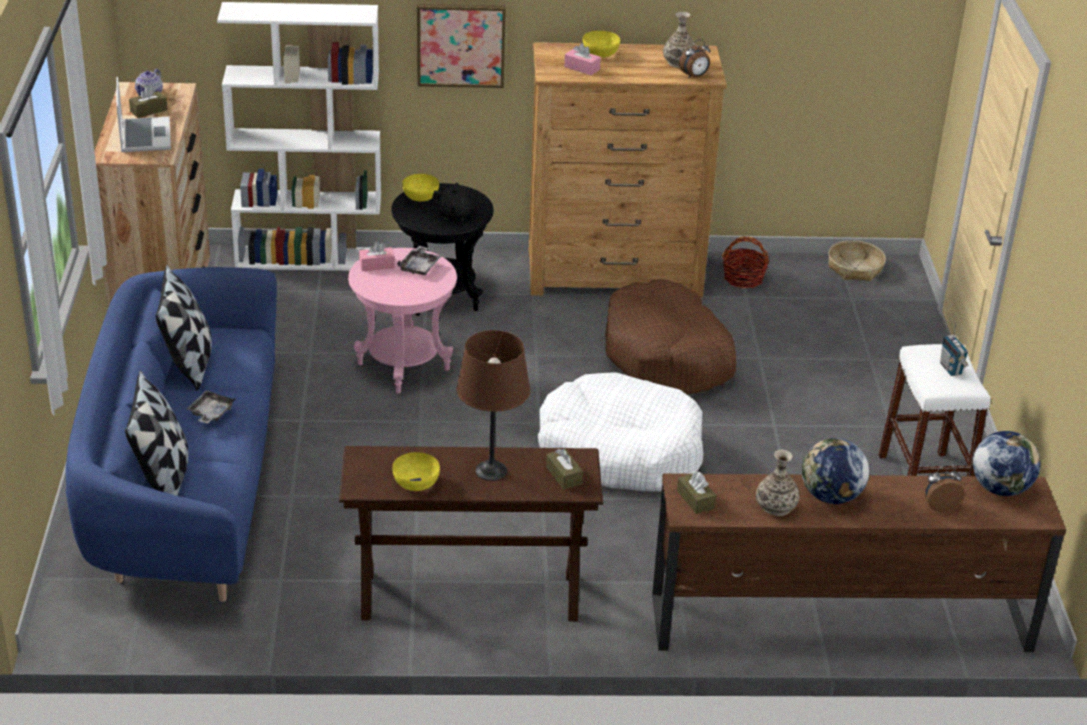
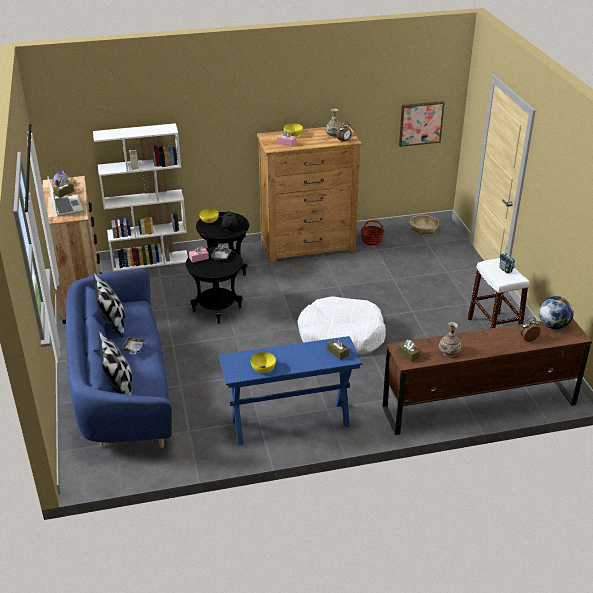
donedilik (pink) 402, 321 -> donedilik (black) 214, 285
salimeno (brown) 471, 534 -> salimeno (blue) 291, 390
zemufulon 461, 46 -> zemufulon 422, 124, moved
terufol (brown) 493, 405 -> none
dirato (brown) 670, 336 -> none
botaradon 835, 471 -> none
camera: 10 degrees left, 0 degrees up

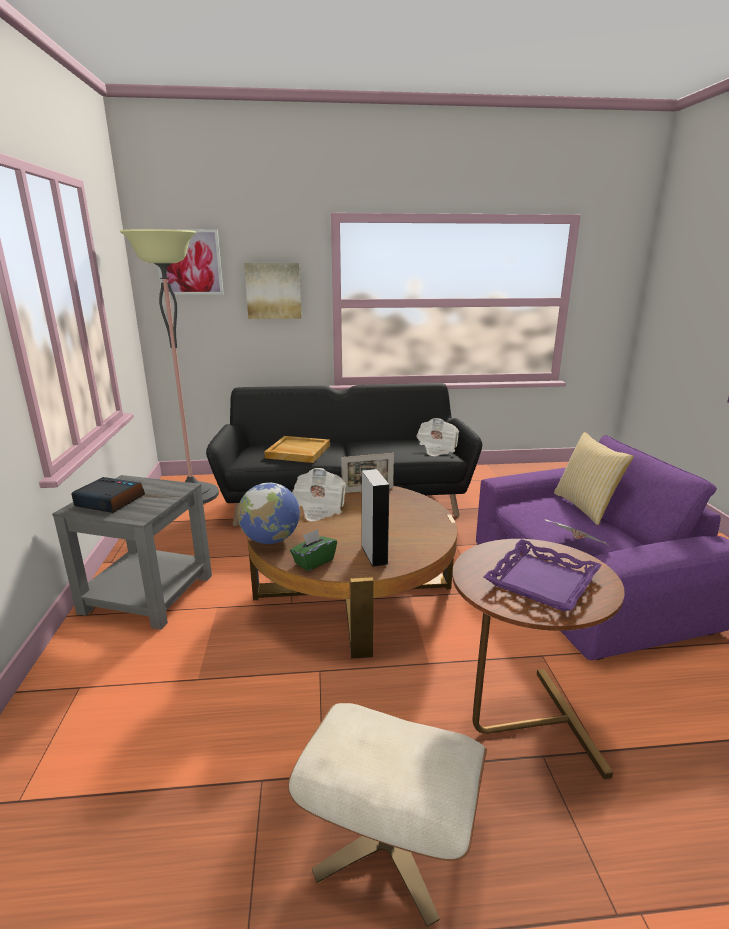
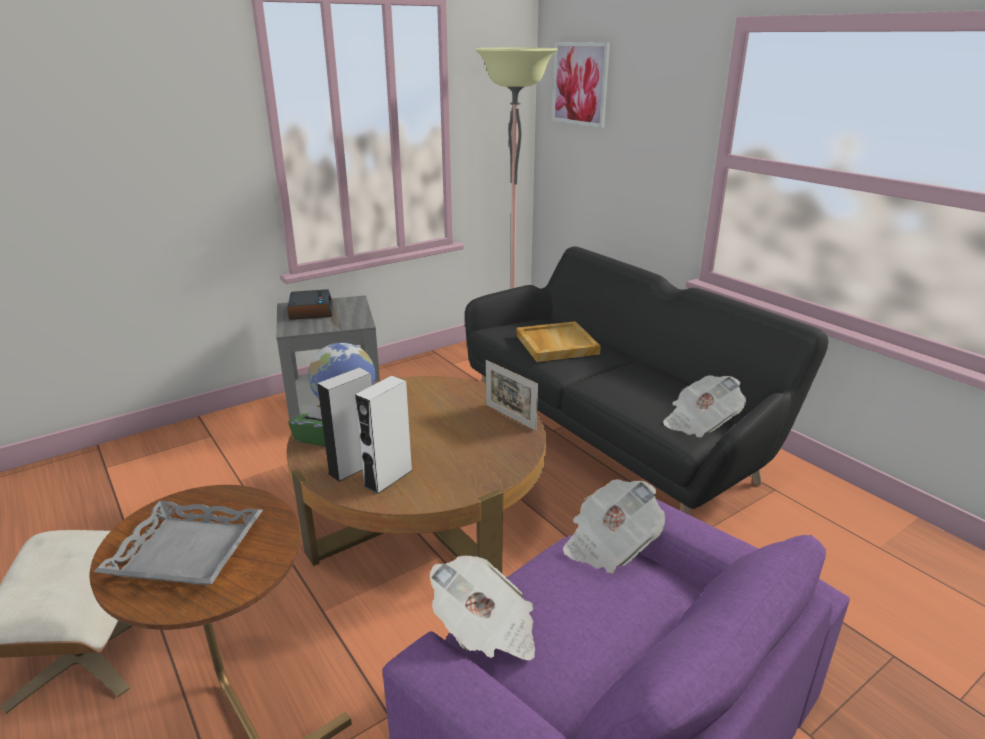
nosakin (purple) 542, 575 -> nosakin (grey) 178, 543
none -> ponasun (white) 384, 434
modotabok 319, 495 -> modotabok 614, 526, moved
zemufulon 272, 291 -> none
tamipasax 594, 478 -> none
camera: 60 degrees right, 5 degrees up

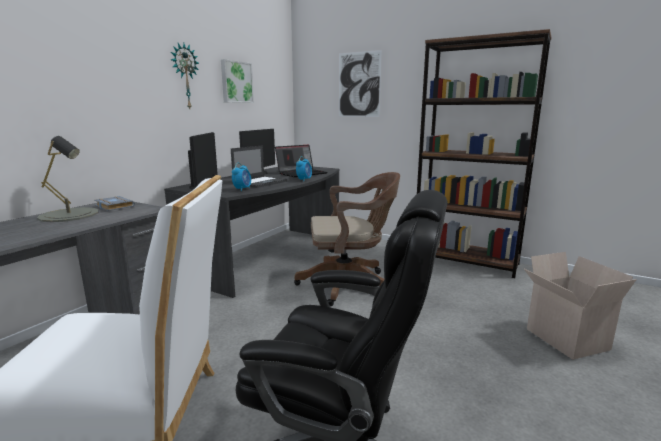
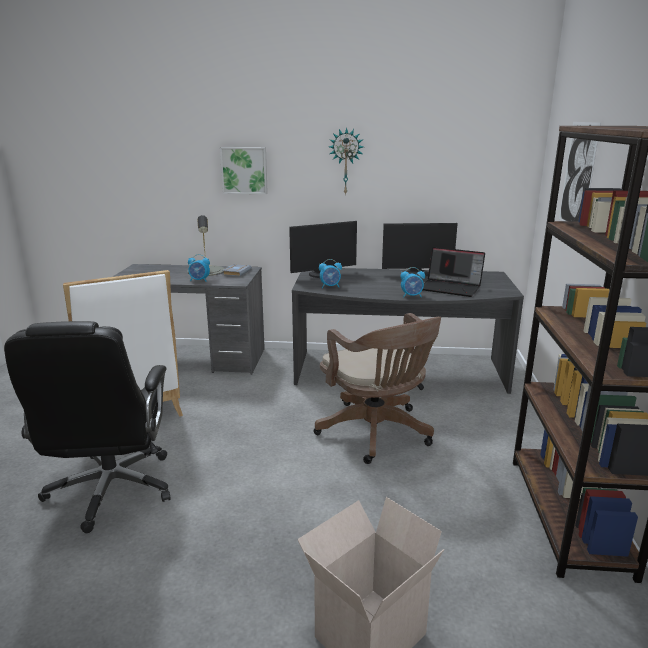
none -> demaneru 199, 268
zemufulon 237, 81 -> zemufulon 244, 170, moved
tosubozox 259, 166 -> none
camera: 65 degrees right, 5 degrees up

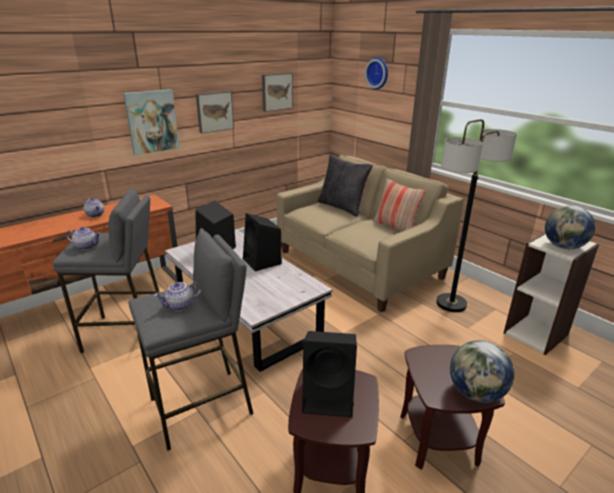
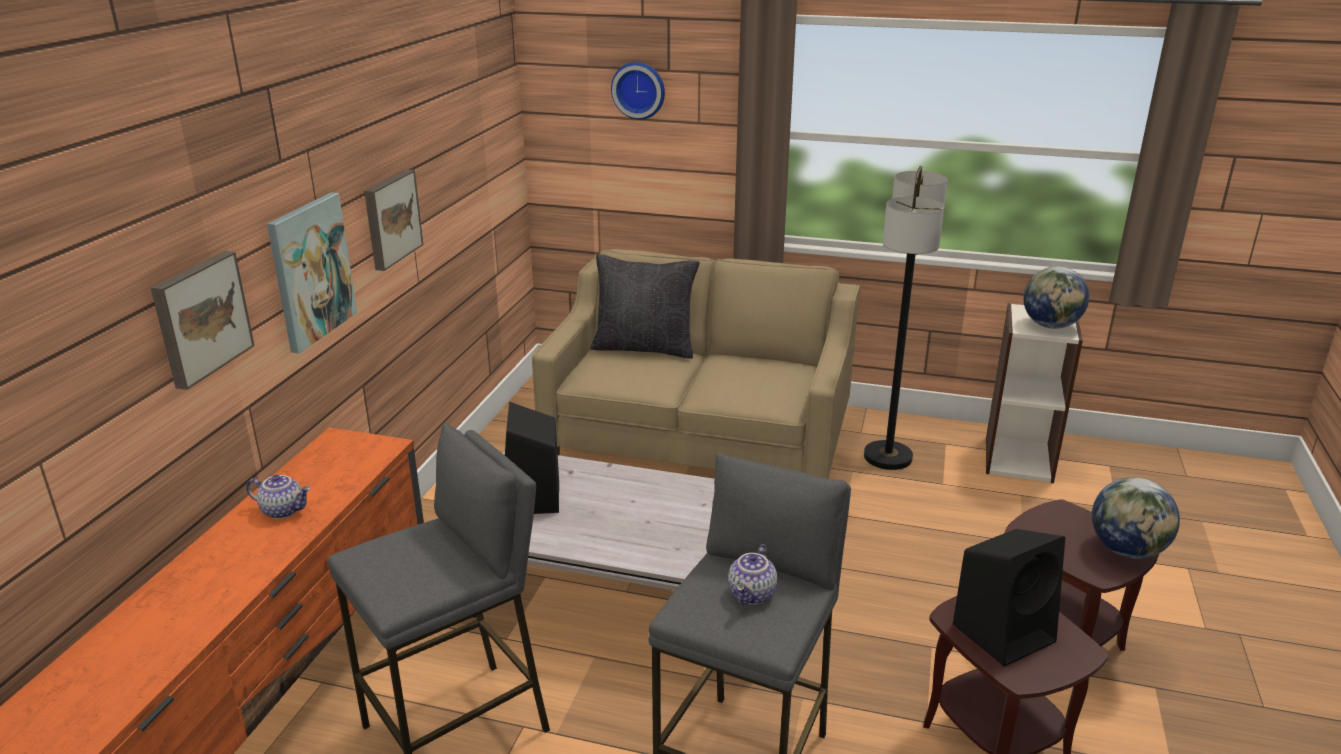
zemufulon 277, 92 -> zemufulon 203, 320, moved
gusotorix 83, 238 -> none
ponasun (black) 262, 242 -> none
tamipasax 399, 205 -> none
camera: 35 degrees left, 0 degrees up

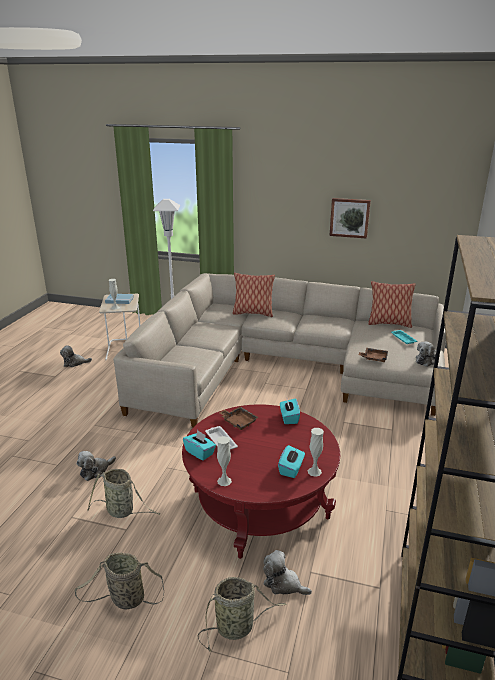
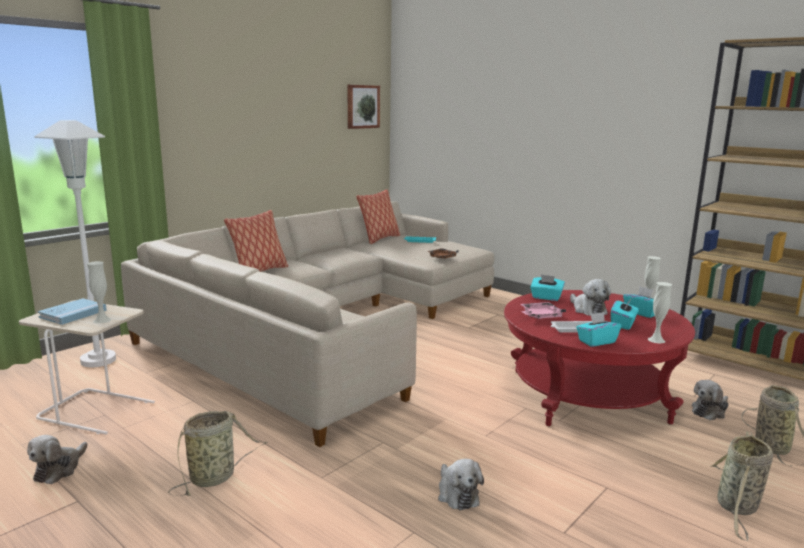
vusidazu 123, 493 -> vusidazu 218, 453, moved
zemufulon 350, 218 -> zemufulon 364, 107, moved
nosakin (brown) 239, 418 -> nosakin (pink) 543, 310
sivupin 426, 354 -> sivupin 590, 297, moved
none -> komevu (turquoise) 625, 314
camera: 65 degrees left, 10 degrees down

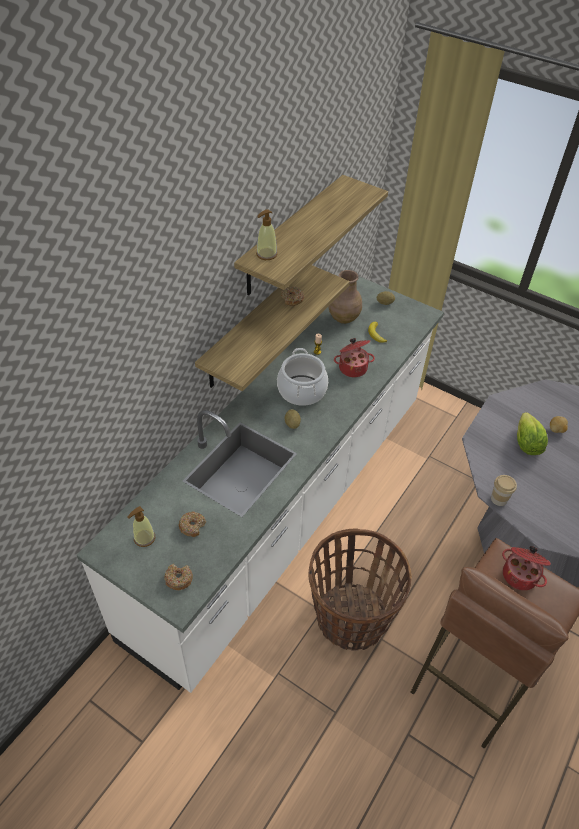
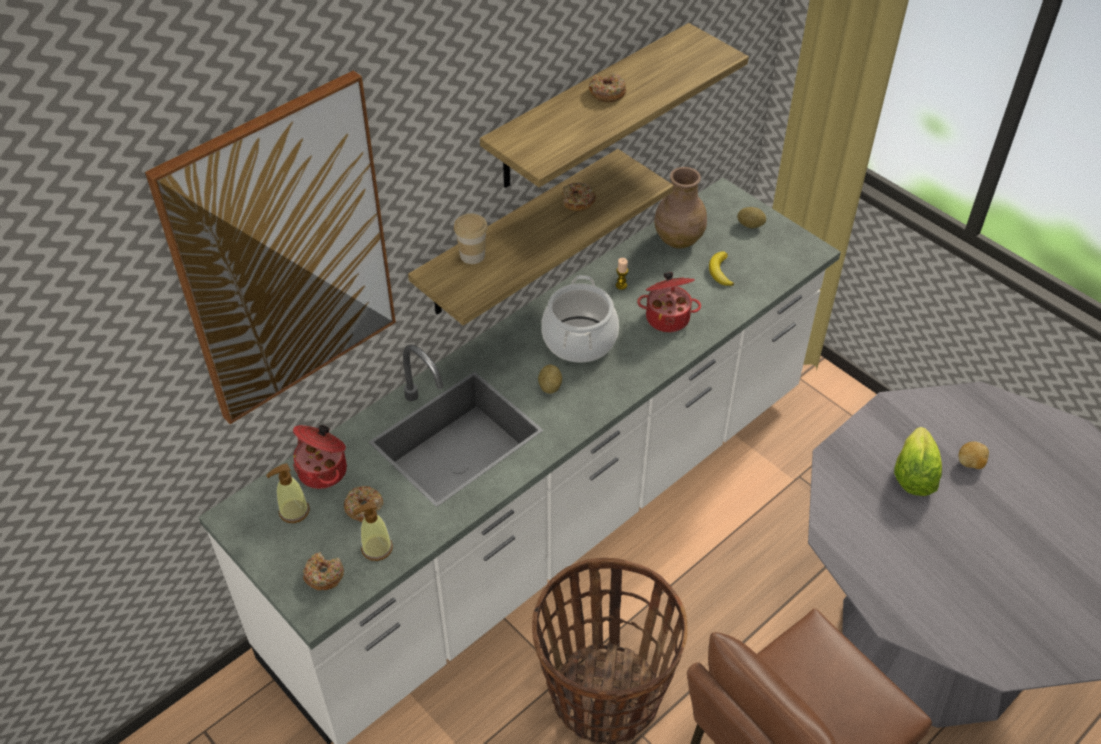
none -> zemufulon 270, 247
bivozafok 526, 568 -> bivozafok 320, 457, moved
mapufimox 266, 234 -> mapufimox 373, 531, moved
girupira 504, 490 -> girupira 471, 238, moved
none -> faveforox 607, 87
camera: 15 degrees right, 0 degrees up

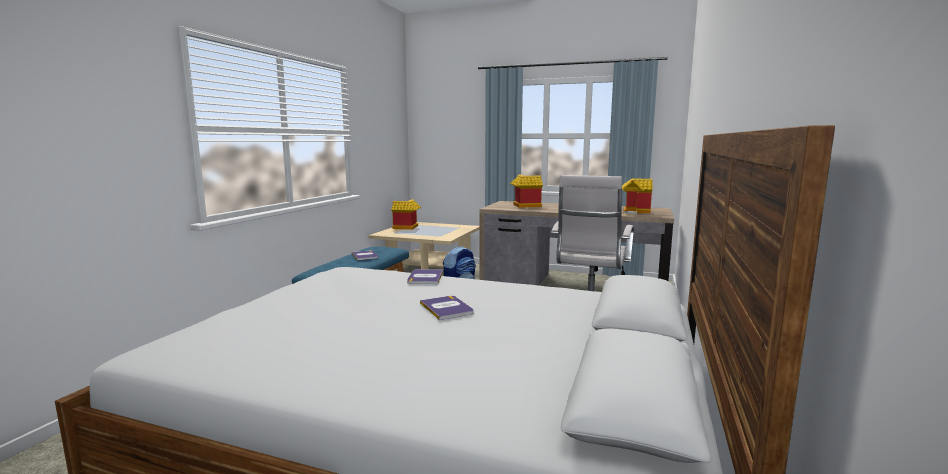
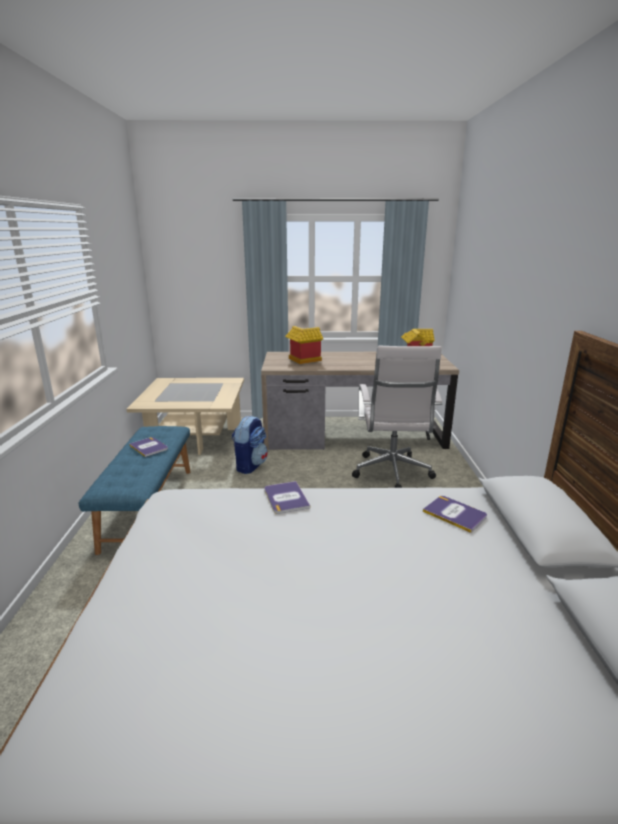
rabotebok 447, 308 -> rabotebok 455, 514, moved
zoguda 406, 214 -> none
camera: 20 degrees left, 10 degrees up

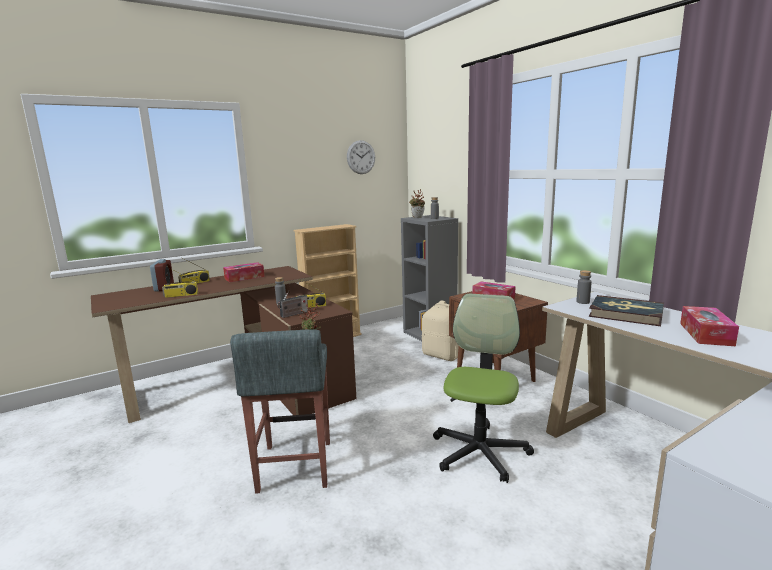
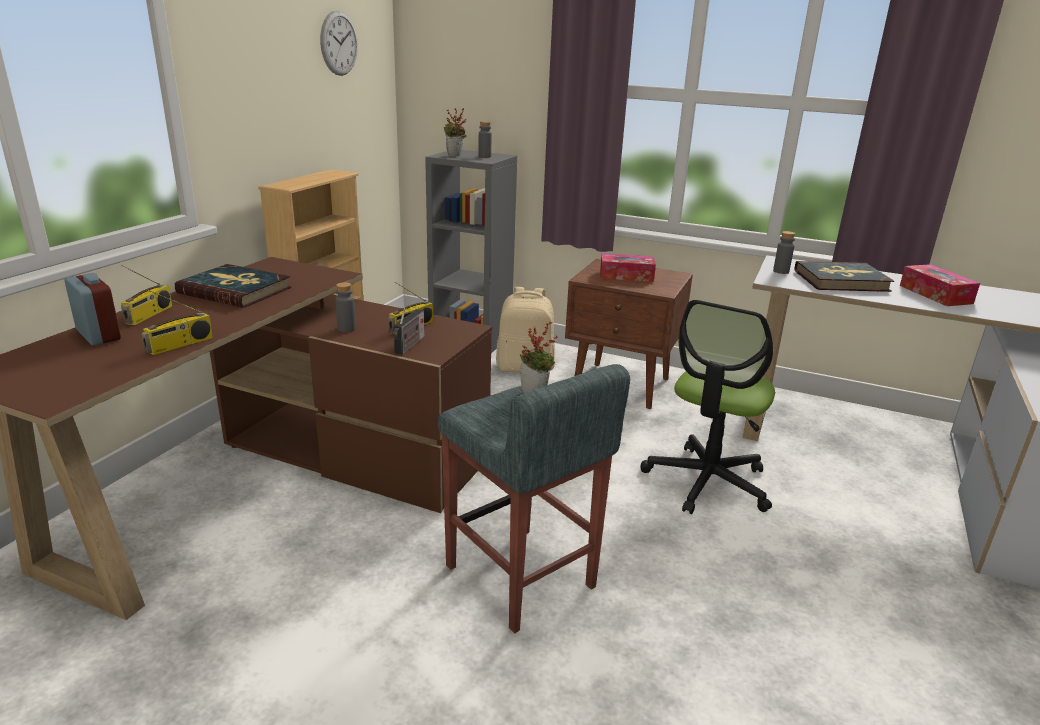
komevu 244, 272 -> rabotebok 233, 286
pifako 483, 388 -> pifako 707, 407, 135 degrees counterclockwise
camera: 35 degrees left, 10 degrees up

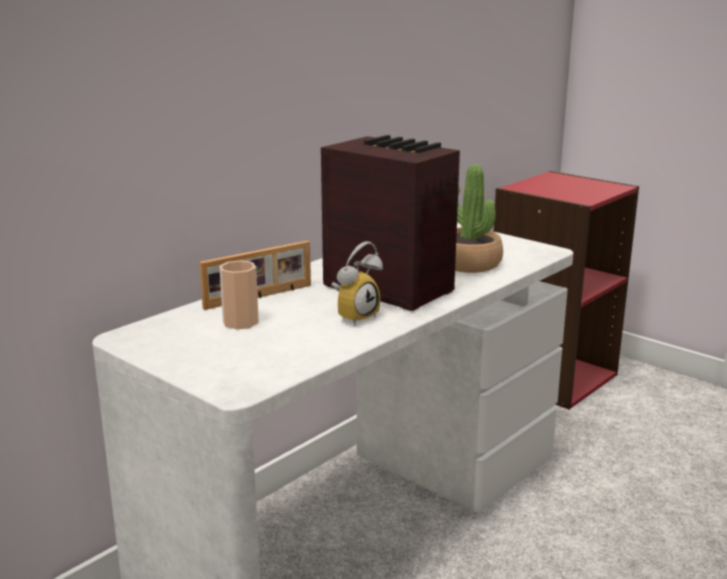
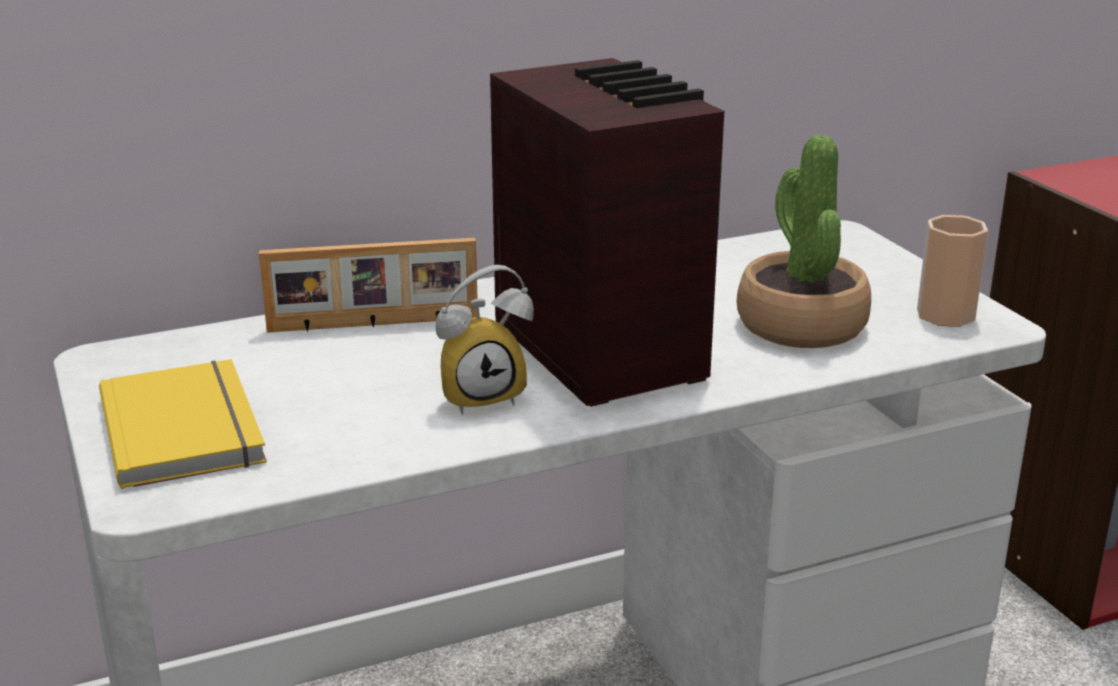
none -> rabotebok (yellow) 183, 424
girupira 239, 294 -> girupira 952, 271, moved
camera: 25 degrees right, 5 degrees up

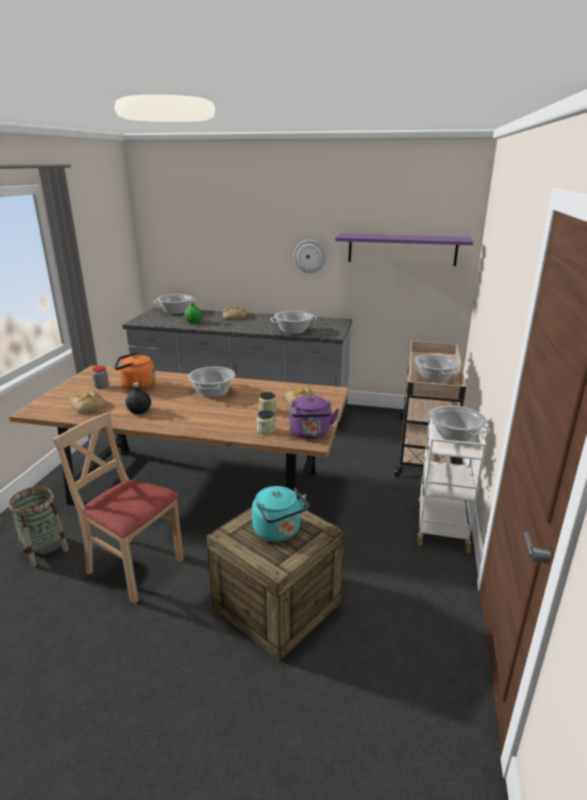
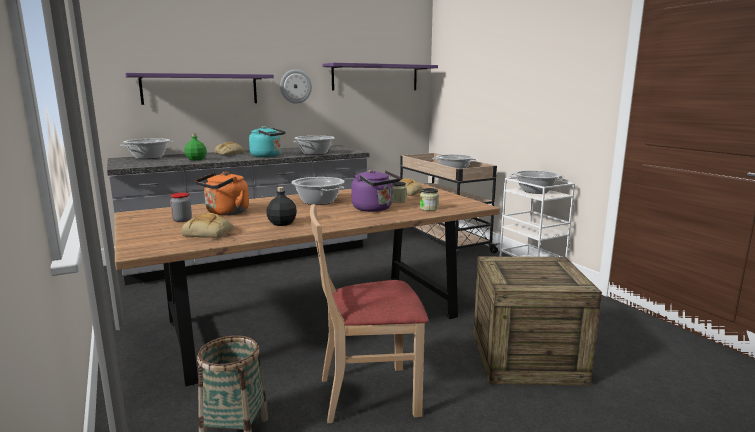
none -> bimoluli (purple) 199, 89
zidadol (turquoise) 280, 514 -> zidadol (turquoise) 267, 141, moved
zidadol (purple) 315, 417 -> zidadol (purple) 376, 190, moved
camera: 40 degrees left, 10 degrees down

